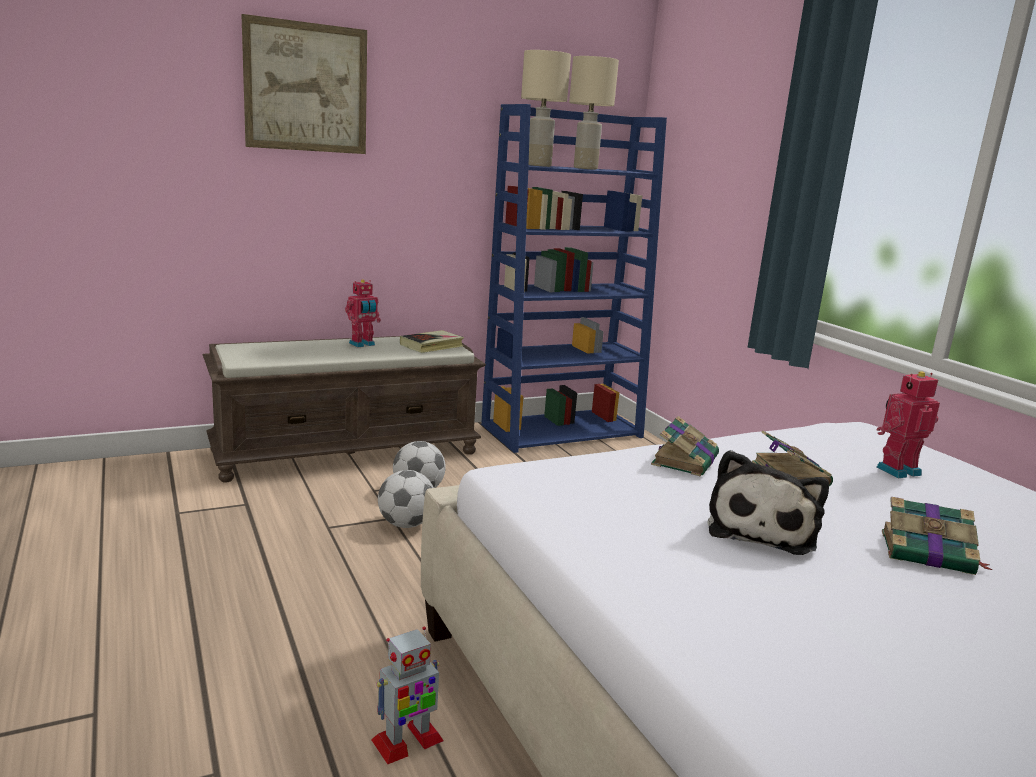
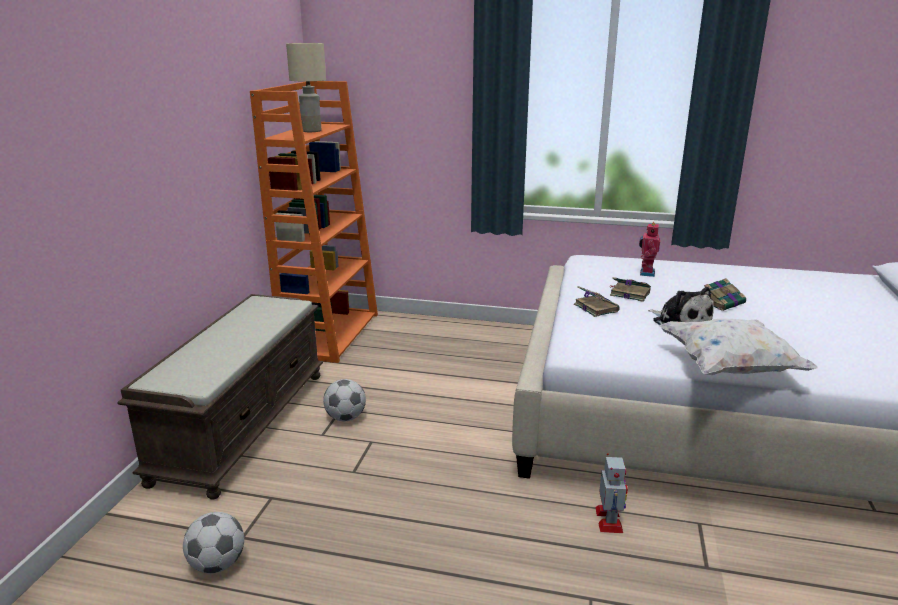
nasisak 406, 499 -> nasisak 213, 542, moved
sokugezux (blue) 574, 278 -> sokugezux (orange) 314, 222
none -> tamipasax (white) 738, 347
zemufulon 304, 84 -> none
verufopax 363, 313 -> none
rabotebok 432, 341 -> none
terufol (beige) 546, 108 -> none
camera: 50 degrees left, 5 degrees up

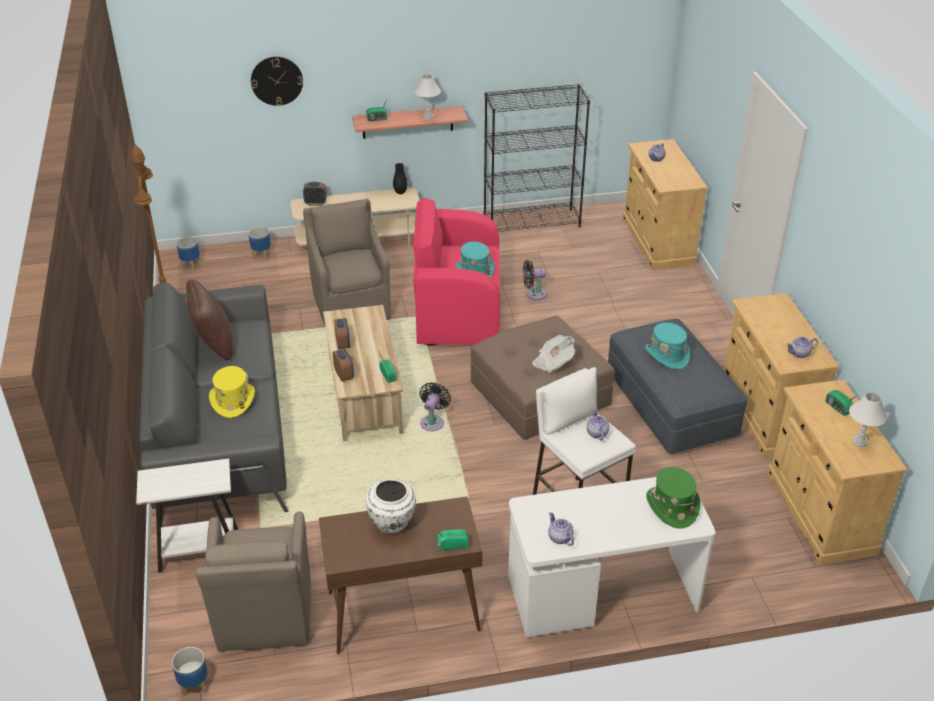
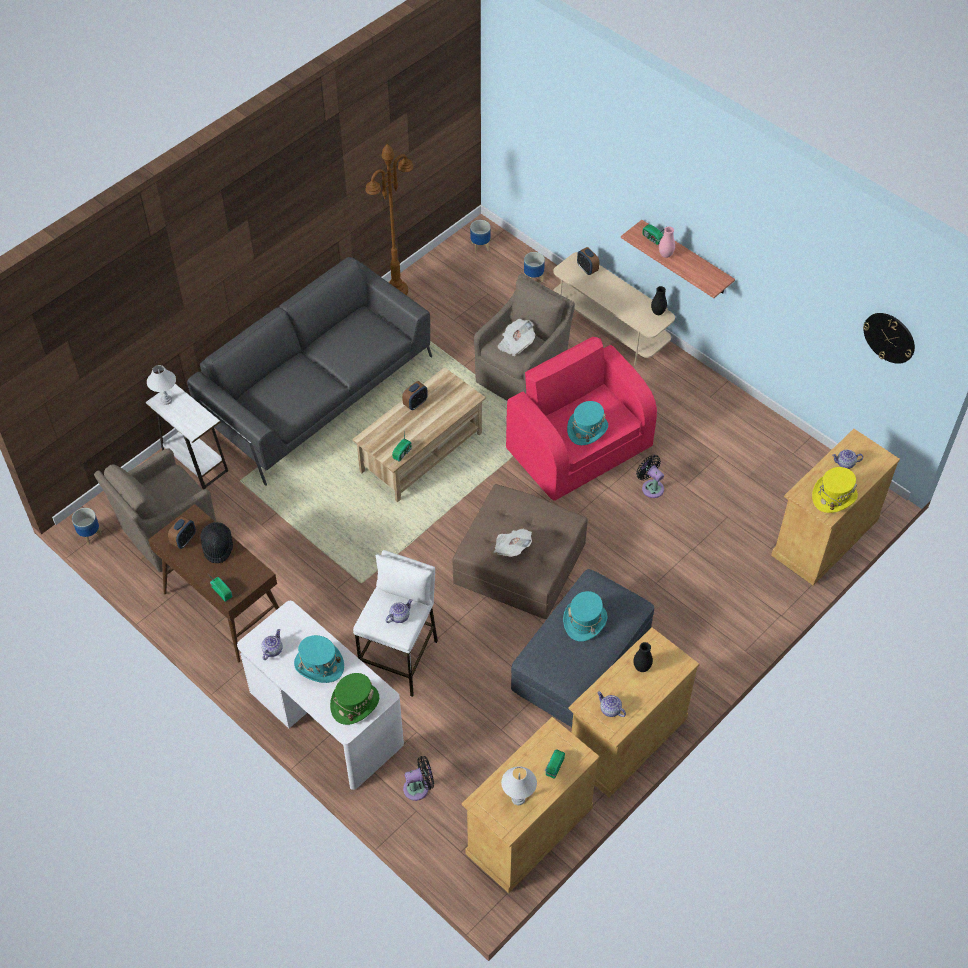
terufol (white) 427, 97 -> terufol (white) 161, 385, moved
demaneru 343, 365 -> demaneru 182, 532, moved
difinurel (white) 391, 506 -> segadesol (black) 216, 542
none -> segadesol (turquoise) 319, 659
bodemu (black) 435, 406 -> bodemu (black) 418, 778, moved
none -> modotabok 516, 337
none -> difinurel (black) 643, 657
none -> difinurel (pink) 667, 242
segadesol (yellow) 232, 392 -> segadesol (yellow) 835, 490, moved
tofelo 277, 81 -> tofelo 889, 338, moved
tamipasax (brown) 209, 319 -> none
sokugezux (black) 537, 158 -> none
camera: 55 degrees right, 15 degrees up

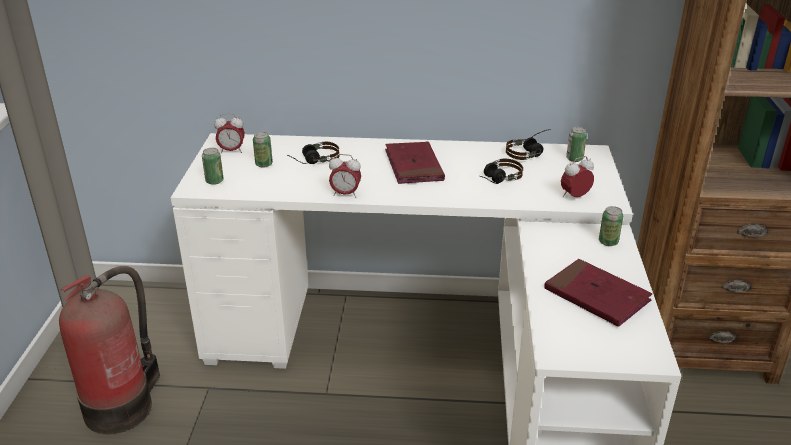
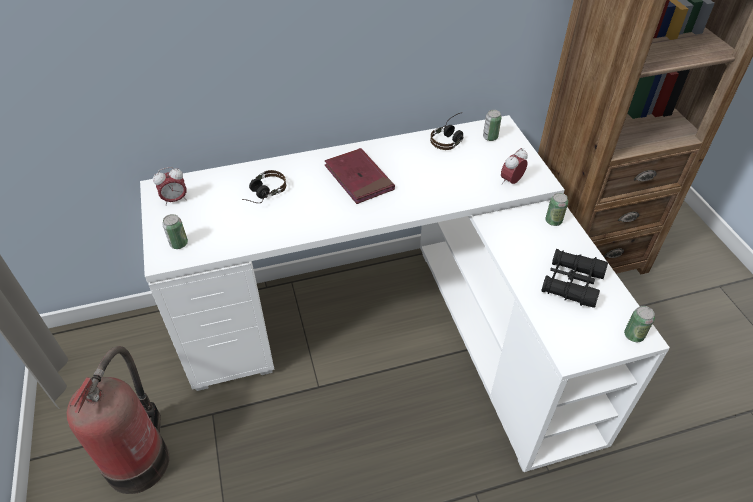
rabotebok (red) 598, 293 -> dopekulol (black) 574, 278
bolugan 263, 150 -> bolugan 639, 324, moved
demaneru 345, 176 -> none
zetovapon 501, 171 -> none
camera: 20 degrees left, 15 degrees up

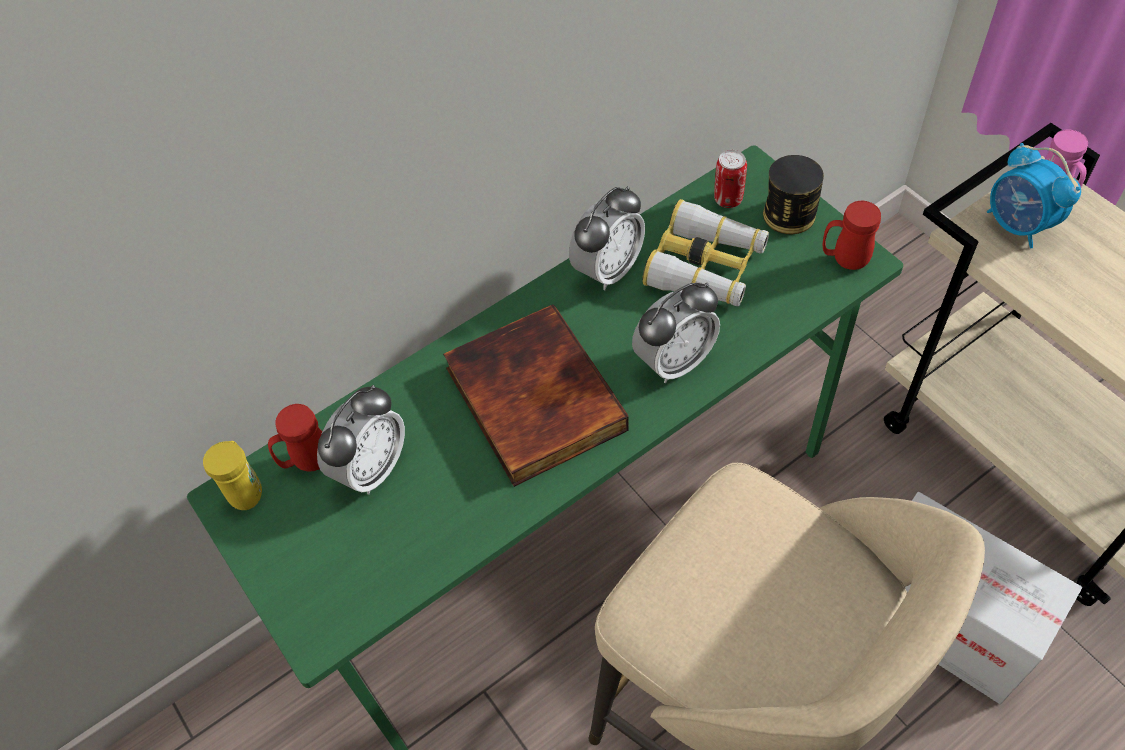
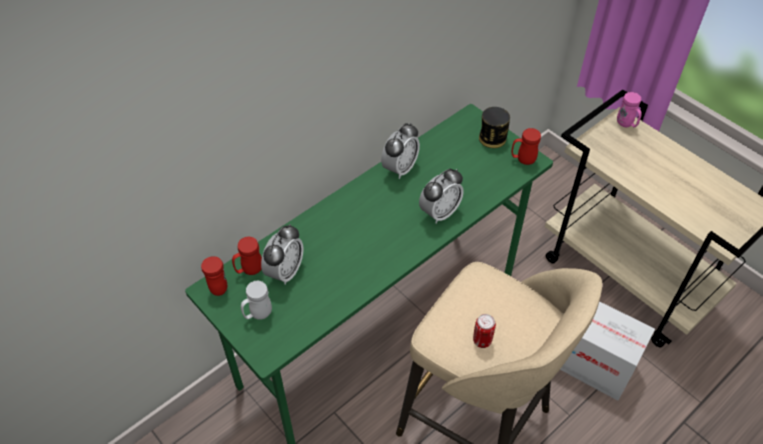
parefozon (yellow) 232, 475 -> parefozon (red) 214, 276
none -> parefozon (white) 256, 300
bolugan 730, 179 -> bolugan 484, 331, moved
rabotebok 536, 395 -> none
dopekulol 705, 252 -> none
demaneru 1034, 195 -> none
camera: 10 degrees left, 5 degrees down

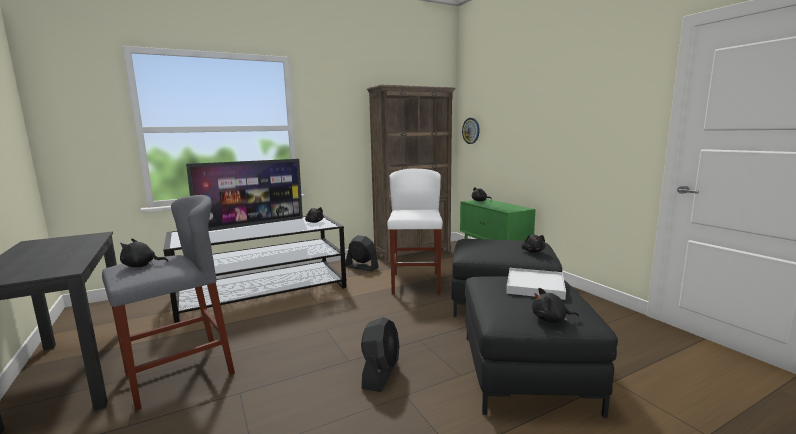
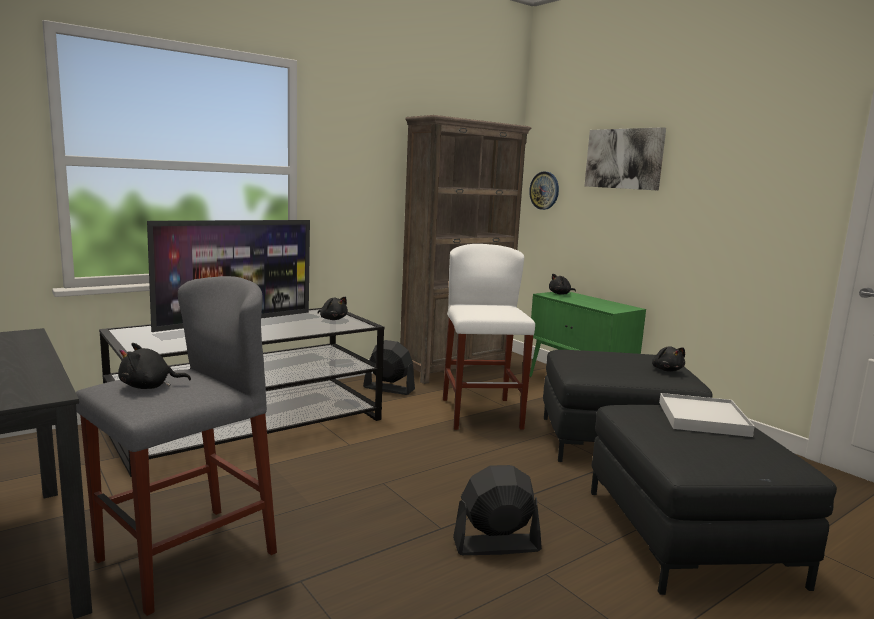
bodemu (black) 380, 354 -> bodemu (black) 497, 510, 105 degrees counterclockwise
none -> zemufulon 625, 159
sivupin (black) 555, 305 -> none
camera: 10 degrees left, 0 degrees up

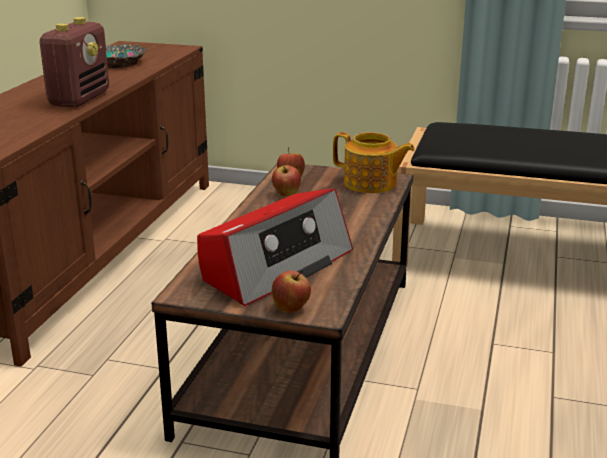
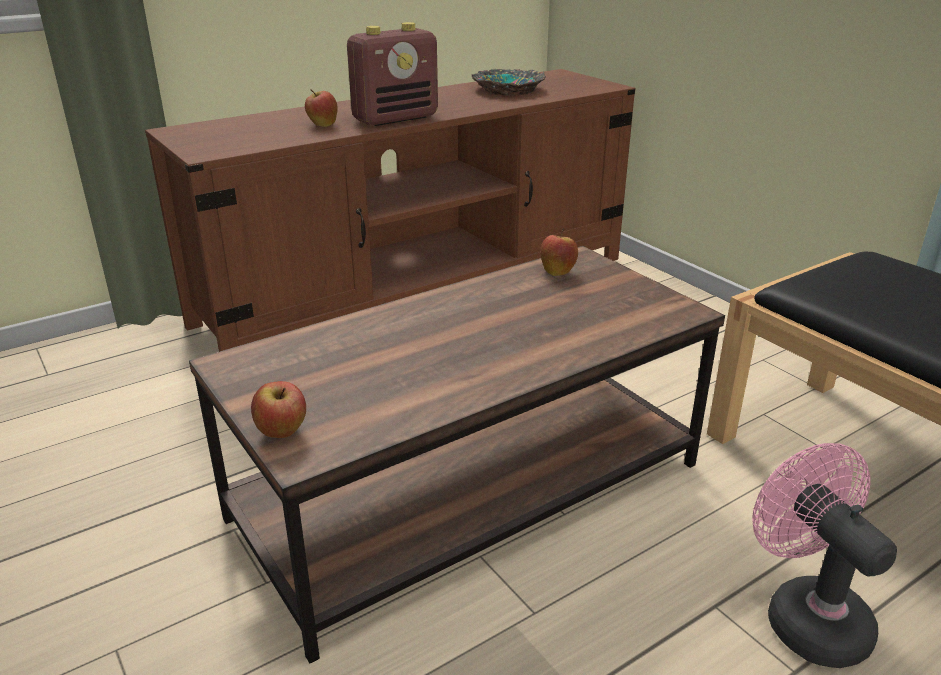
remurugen 286, 181 -> remurugen 321, 108, moved
none -> bodemu (pink) 824, 555
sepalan 275, 247 -> none
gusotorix 374, 162 -> none
camera: 40 degrees right, 5 degrees up

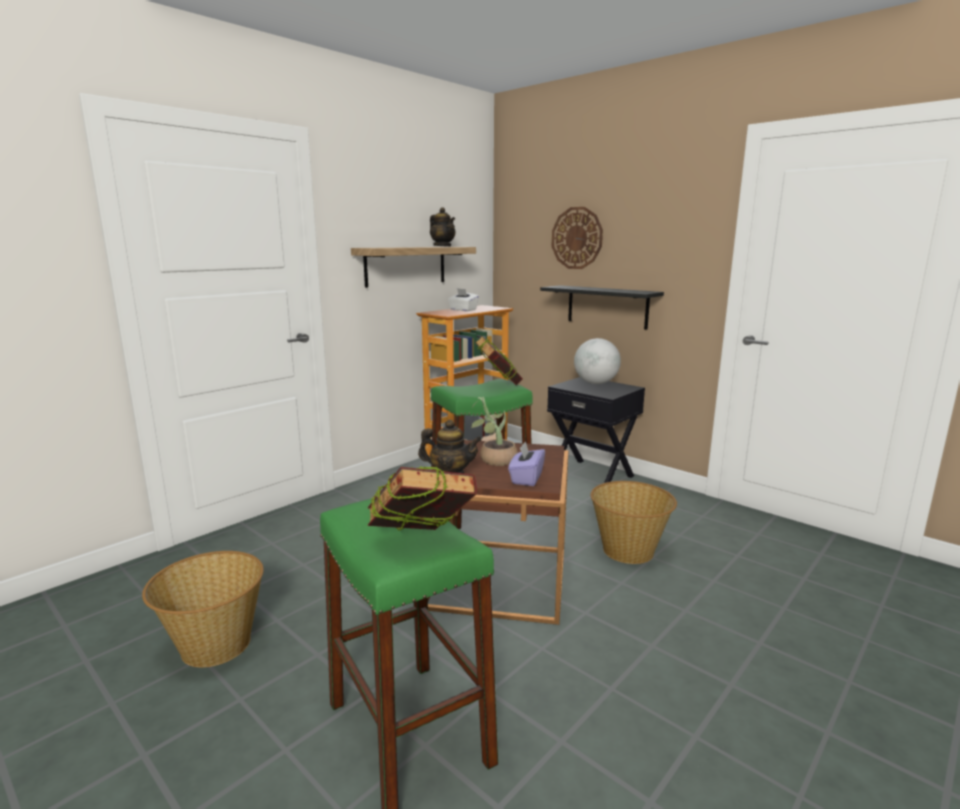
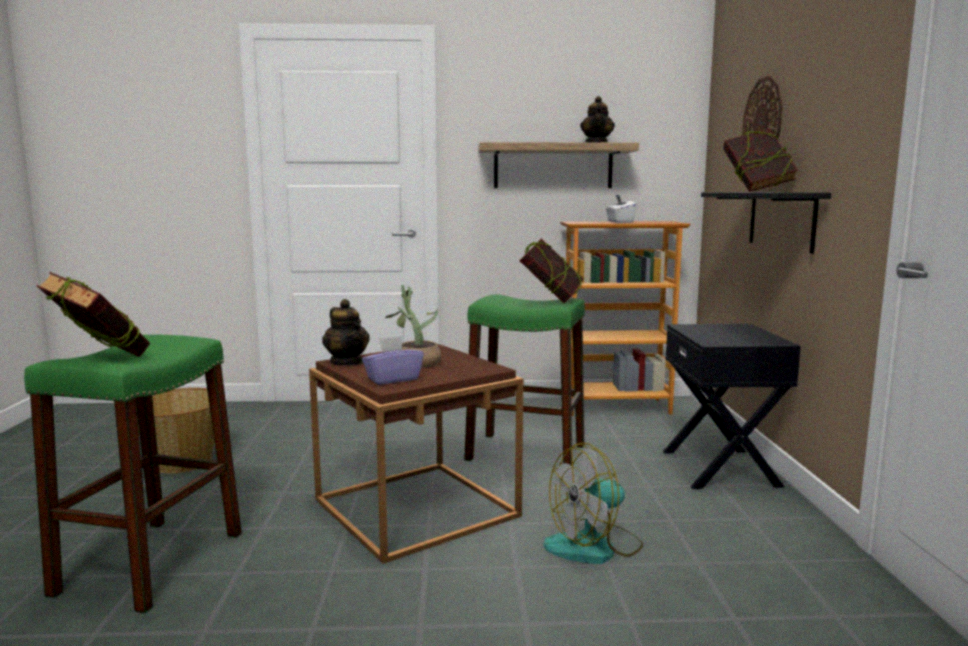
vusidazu 634, 522 -> bodemu 593, 503
none -> rabotebok 761, 160
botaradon 597, 361 -> none
camera: 45 degrees right, 5 degrees down

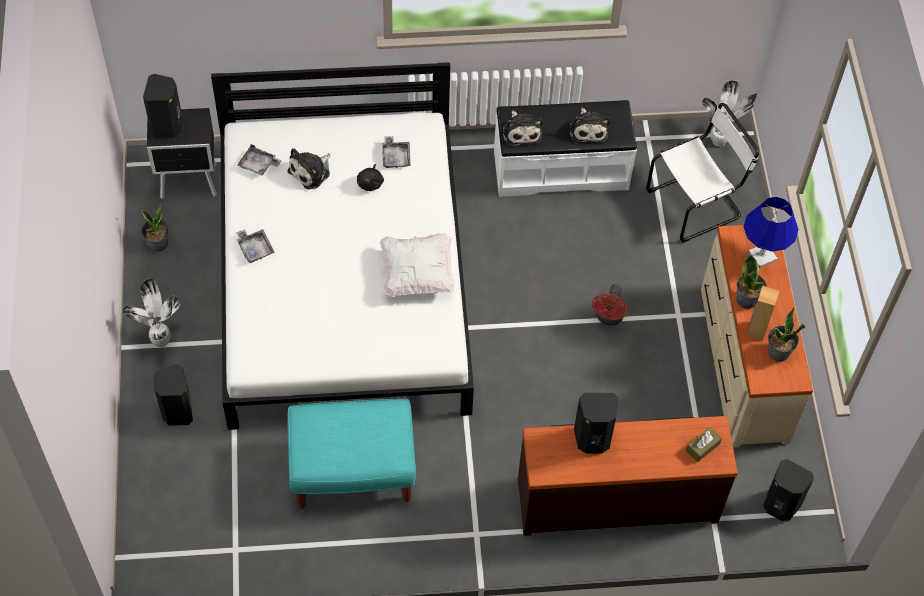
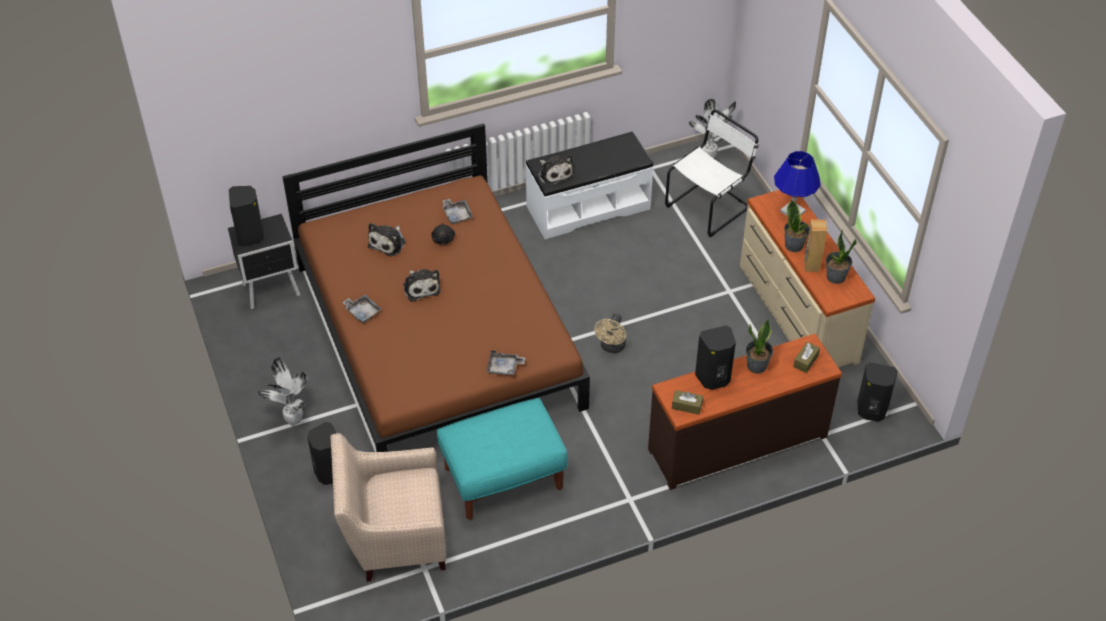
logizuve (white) 342, 246 -> logizuve (brown) 436, 287
none -> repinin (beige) 388, 507
sivupin 590, 125 -> sivupin 422, 285, moved
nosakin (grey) 259, 160 -> nosakin (grey) 505, 362, moved
none -> bodemu (beige) 610, 333
none -> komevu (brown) 687, 402
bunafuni 155, 228 -> bunafuni 759, 346, moved
tamipasax (white) 417, 265 -> none
bodemu (red) 610, 305 -> none
camera: 15 degrees left, 10 degrees down

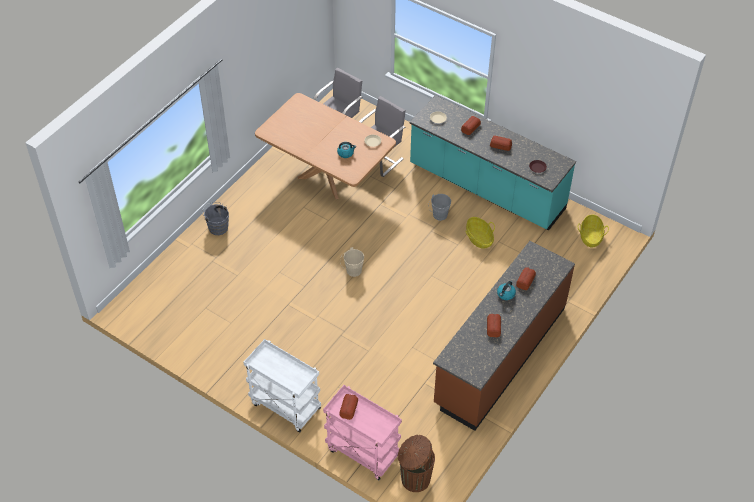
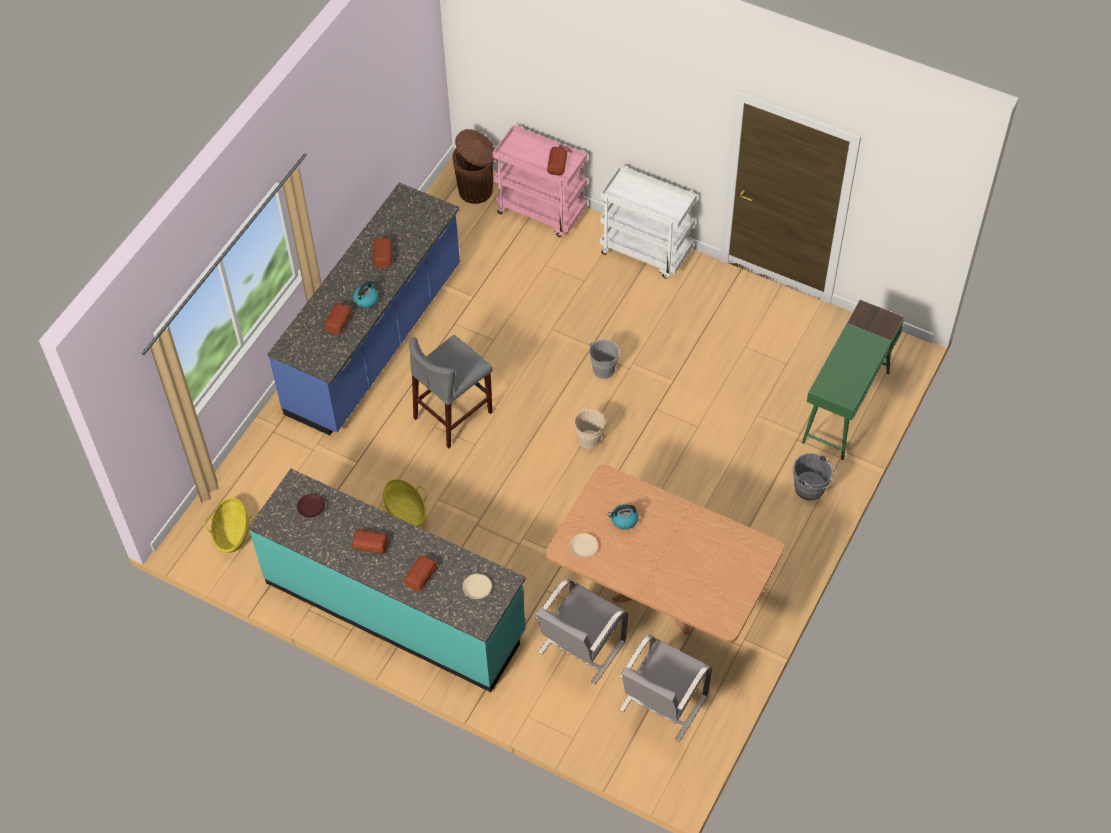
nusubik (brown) 504, 336 -> nusubik (blue) 363, 309
none -> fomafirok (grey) 451, 391
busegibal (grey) 439, 207 -> busegibal (grey) 606, 359, moved
none -> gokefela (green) 853, 380
camera: 175 degrees right, 5 degrees up

